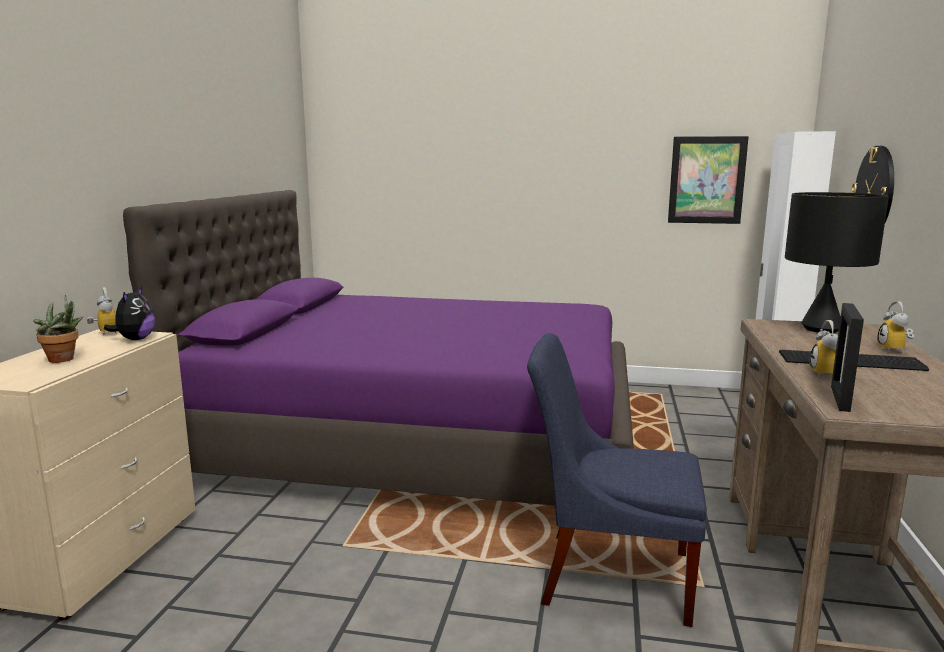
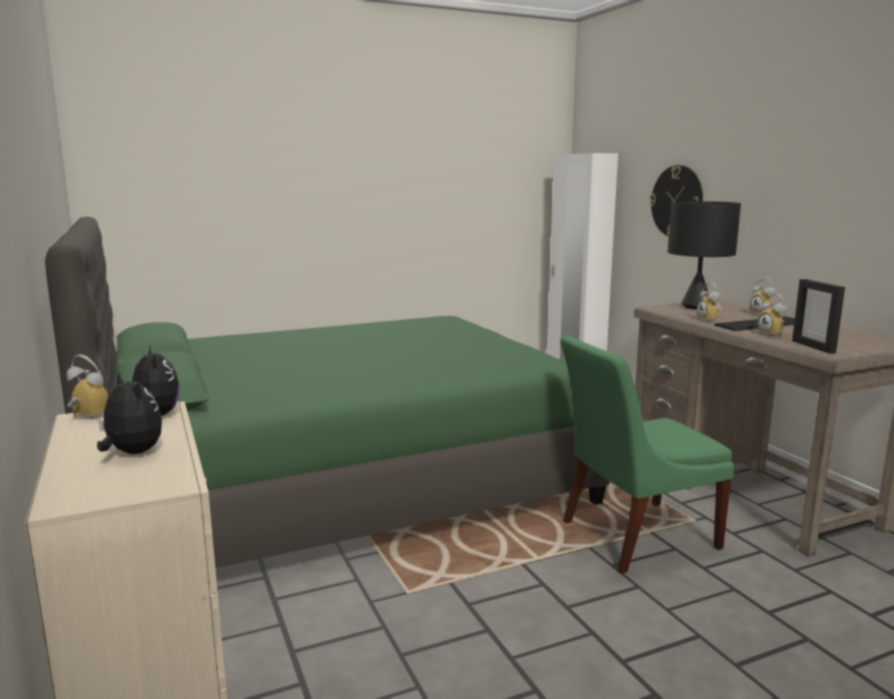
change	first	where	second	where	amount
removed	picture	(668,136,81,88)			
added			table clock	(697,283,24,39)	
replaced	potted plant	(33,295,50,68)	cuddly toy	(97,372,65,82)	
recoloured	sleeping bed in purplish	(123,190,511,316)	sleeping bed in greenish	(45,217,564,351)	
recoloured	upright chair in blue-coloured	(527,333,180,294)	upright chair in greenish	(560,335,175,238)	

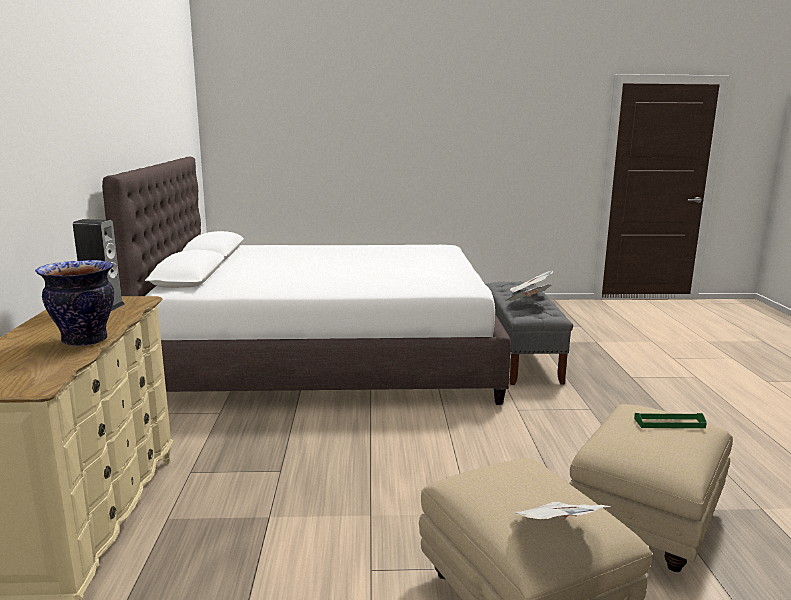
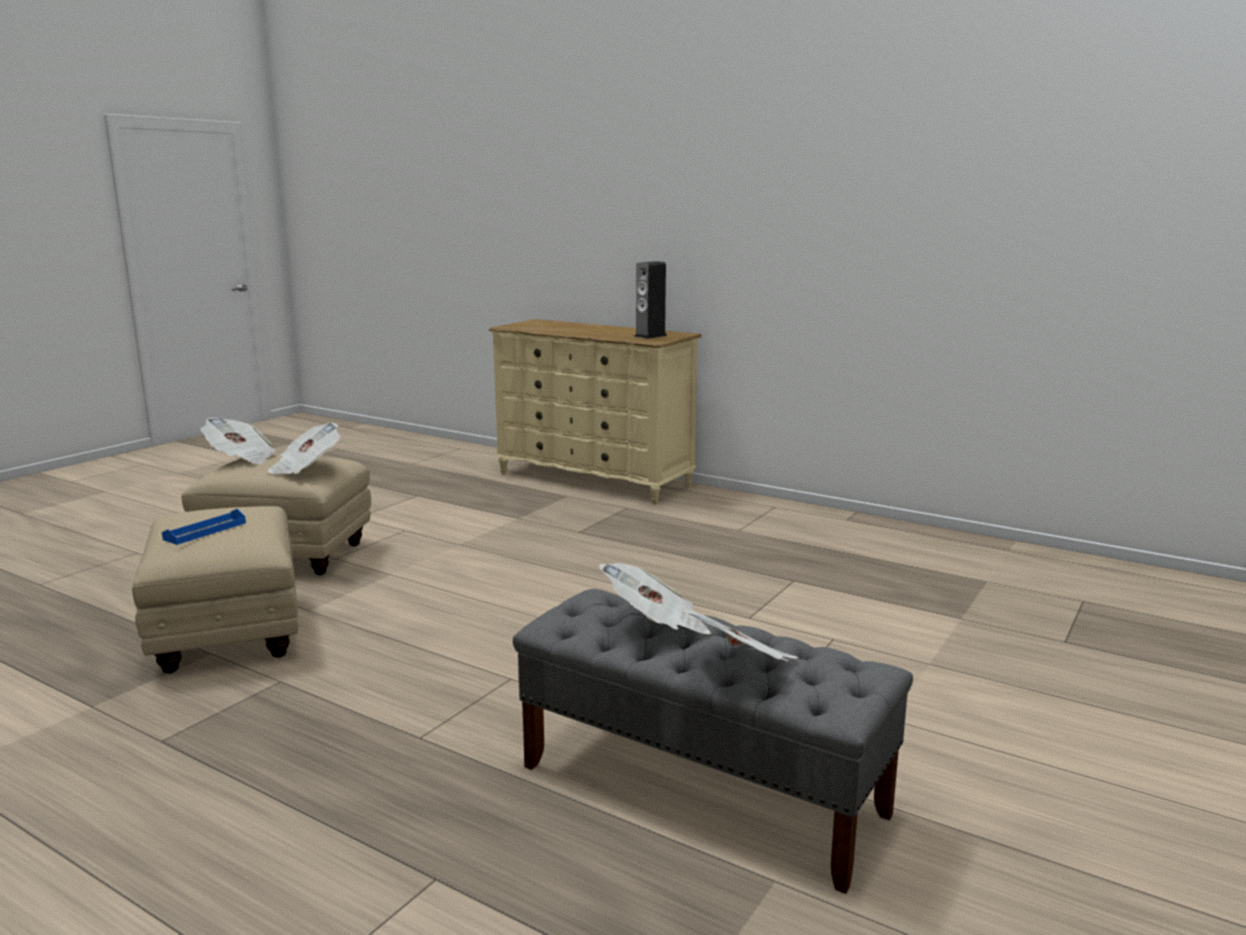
change	first	where	second	where	amount
removed	decorative vase	(35,260,79,87)			
removed	sleeping bed in white-coloured	(102,157,409,248)			
added			newspaper	(268,423,72,52)	
recoloured	serving tray in greenish	(634,413,73,15)	serving tray in blue-coloured	(162,509,84,36)	

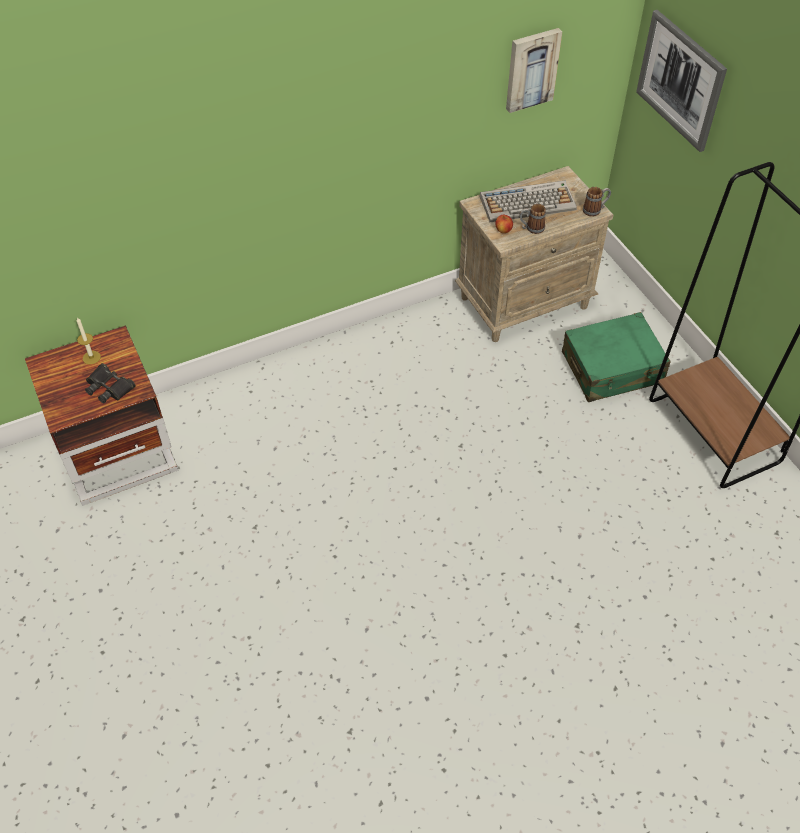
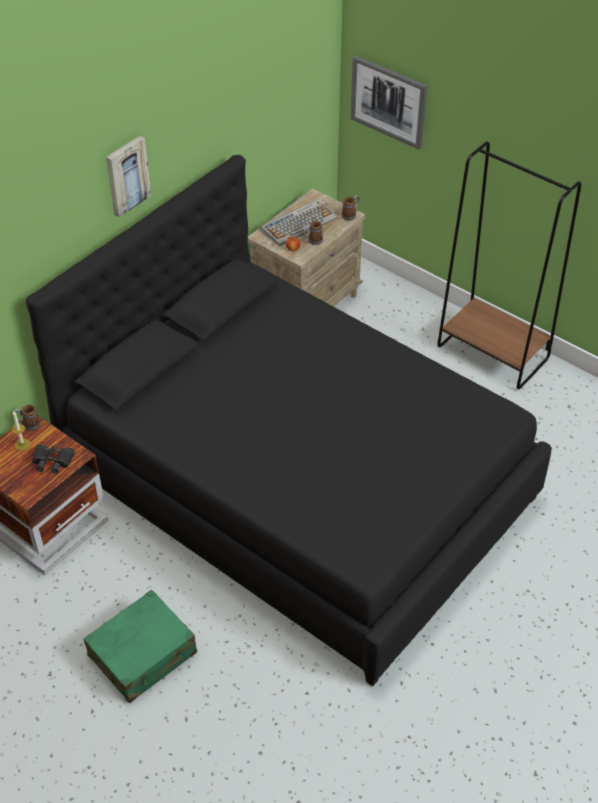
change	first	where	second	where	amount
added			coffee mug	(12,404,29,27)	
added			sleeping bed in black-coloured	(26,155,526,531)	
moved	picture	(506,28,56,85)		(106,136,45,81)	
moved	piece of luggage in greenish	(562,312,108,90)		(83,590,114,113)	

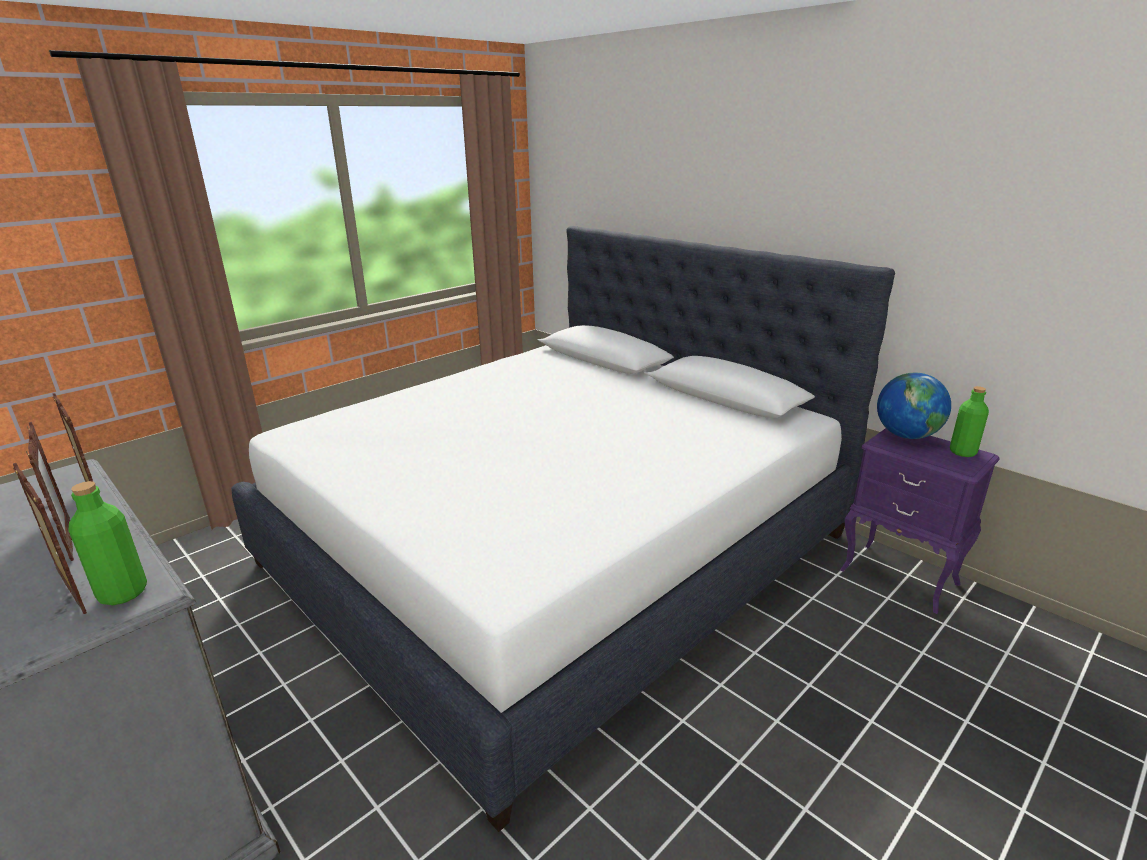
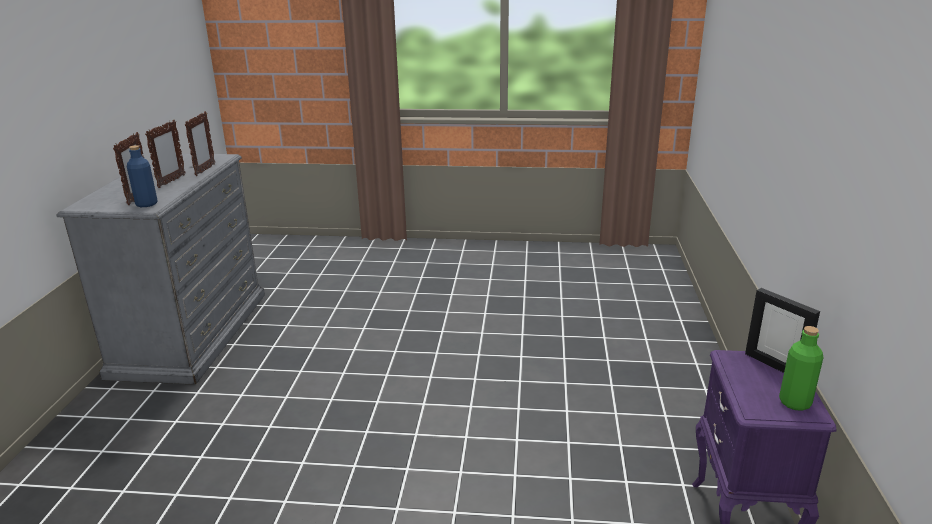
change	first	where	second	where	amount
removed	sleeping bed in white-coloured	(231,226,664,606)			
replaced	world globe	(877,373,74,66)	standing frame	(745,288,75,85)	
recoloured	beverage bottle in greenish	(68,481,79,124)	beverage bottle in blue-coloured	(127,145,31,62)	

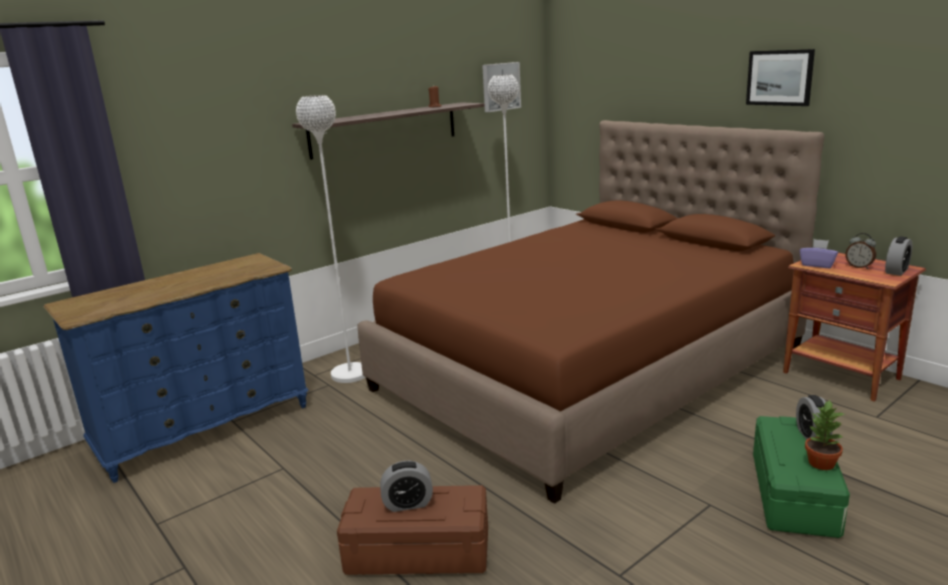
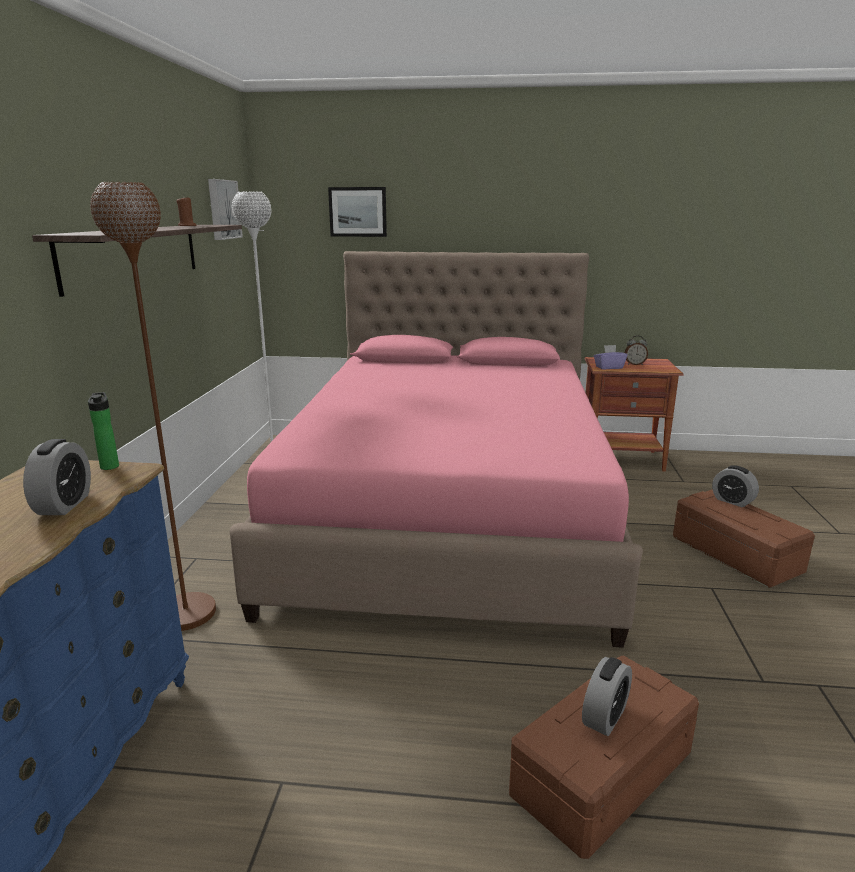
change	first	where	second	where	amount
removed	potted plant	(805,400,39,70)			
added			beverage bottle	(88,392,31,78)	
moved	picture	(746,49,69,57)		(328,187,59,50)	
moved	table clock	(885,236,27,40)		(23,439,68,76)	
recoloured	standing lamp in white-coloured	(296,95,70,288)	standing lamp in brownish	(90,182,126,449)	
recoloured	sleeping bed in brownish	(357,120,467,384)	sleeping bed in pink-coloured	(230,251,413,397)	
recoloured	storage container in greenish	(753,416,97,122)	storage container in brownish	(673,489,142,99)	

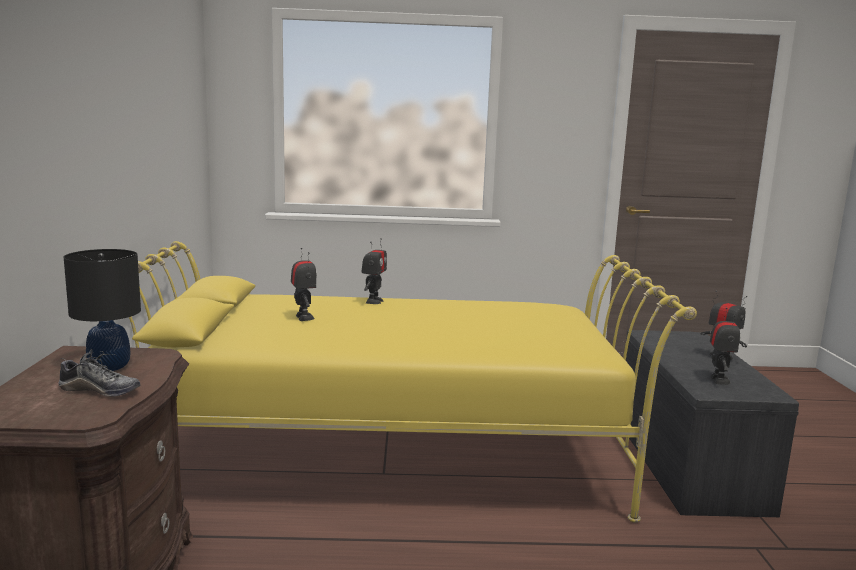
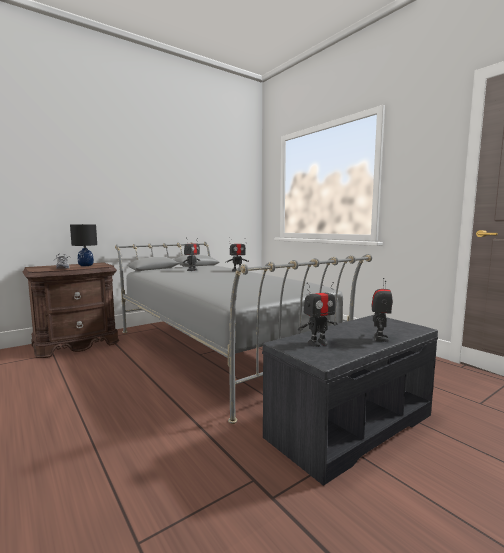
change	first	where	second	where	amount
recoloured	sleeping bed in yellowish	(129,241,568,282)	sleeping bed in greyish	(115,242,257,182)	

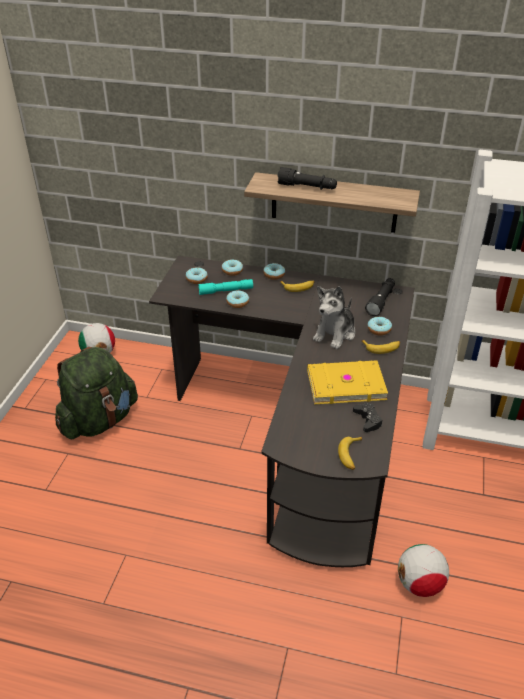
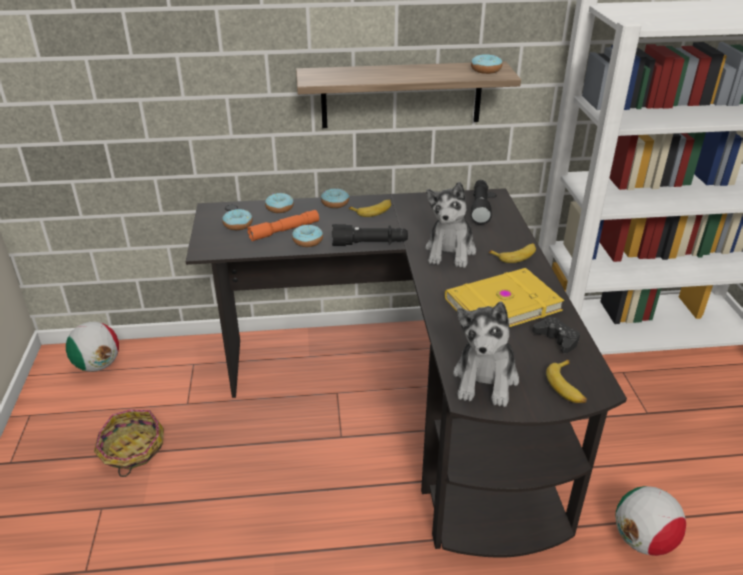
change	first	where	second	where	amount
added			cuddly toy	(453,302,66,105)	
moved	torch in black-coloured	(278,167,59,23)		(332,224,76,22)	
moved	doughnut	(368,317,24,19)		(471,54,31,20)	
replaced	rucksack in greenish	(55,347,83,92)	household basket	(94,410,70,67)	
recoloured	torch in blue-green	(198,279,55,16)	torch in orange	(247,210,72,31)	

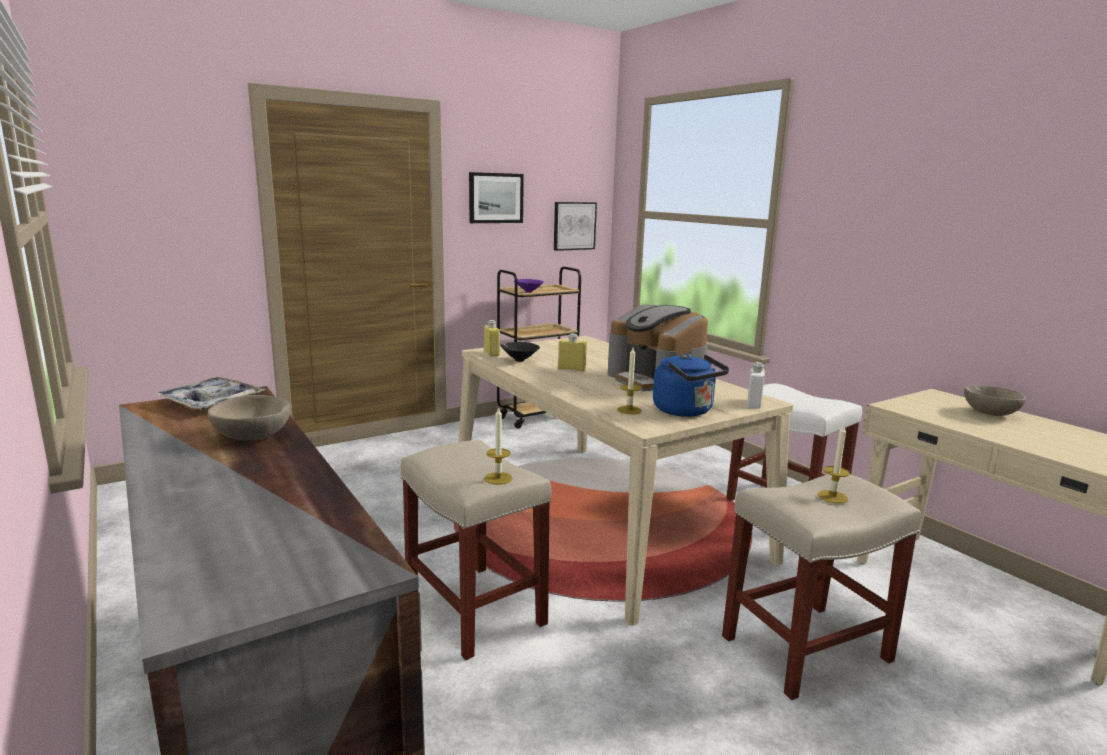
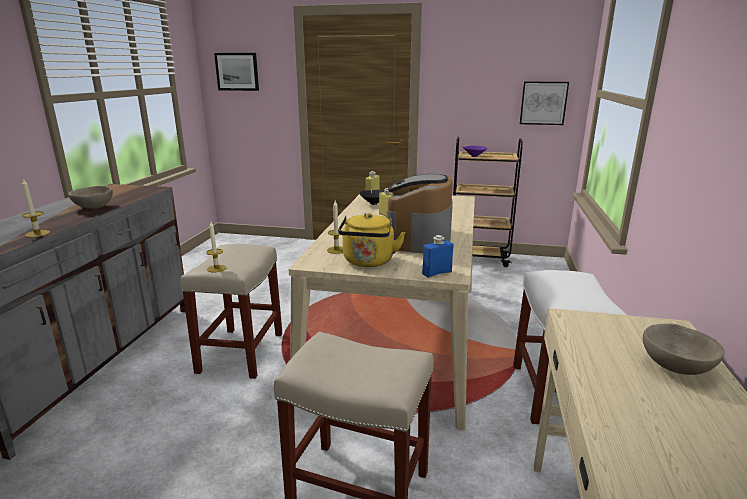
change	first	where	second	where	amount
removed	serving tray	(154,377,112,33)			
moved	picture	(469,172,55,51)		(214,53,45,38)	
moved	wax light	(818,425,32,79)		(22,178,28,59)	
recoloured	kettle in blue-coloured	(653,353,76,64)	kettle in yellowish	(338,213,68,54)	
recoloured	beverage bottle in white-coloured	(747,362,18,47)	beverage bottle in blue-coloured	(422,235,31,43)	

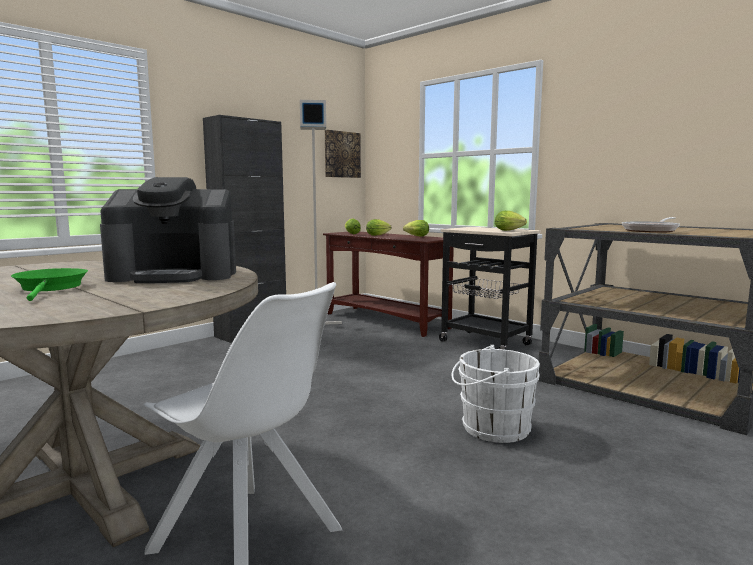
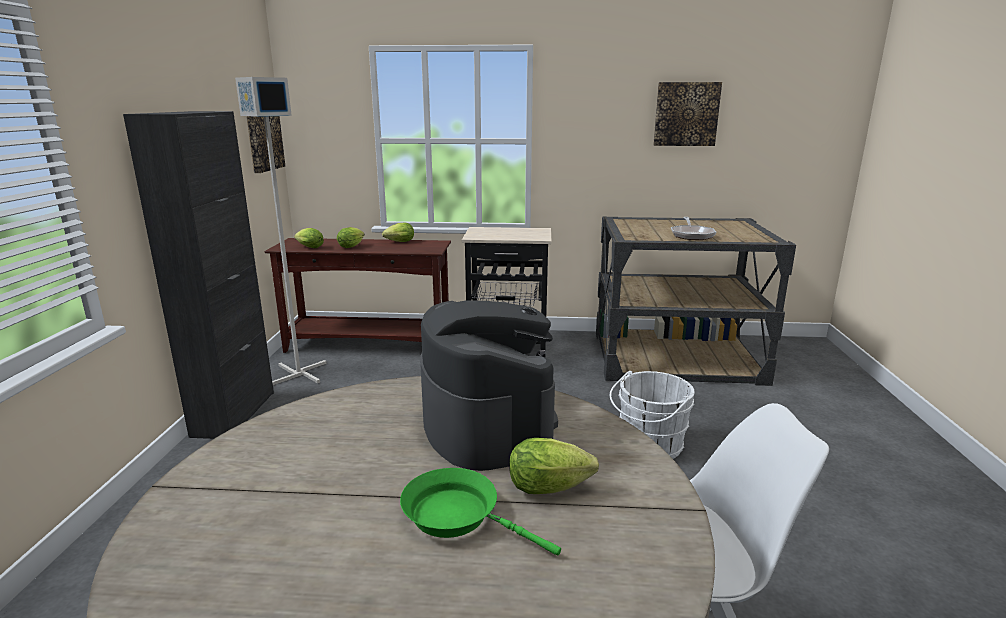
change	first	where	second	where	amount
added			picture	(653,82,69,64)	
moved	lettuce head	(495,211,32,20)		(509,438,90,56)	
turned	coffee maker	(100,177,136,106)		(420,300,138,171)	60 degrees counterclockwise

